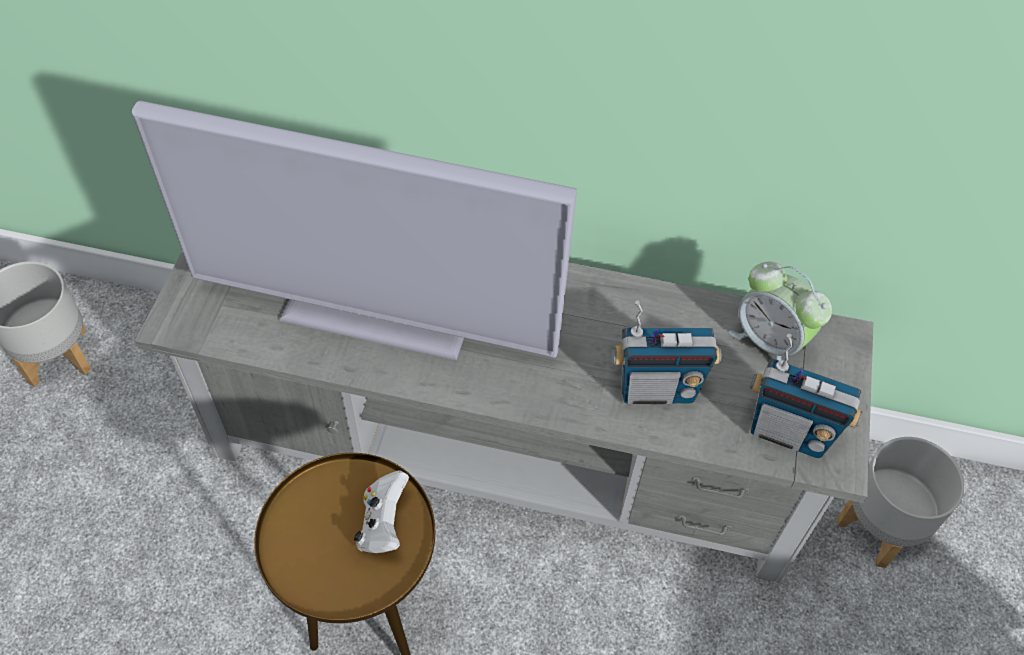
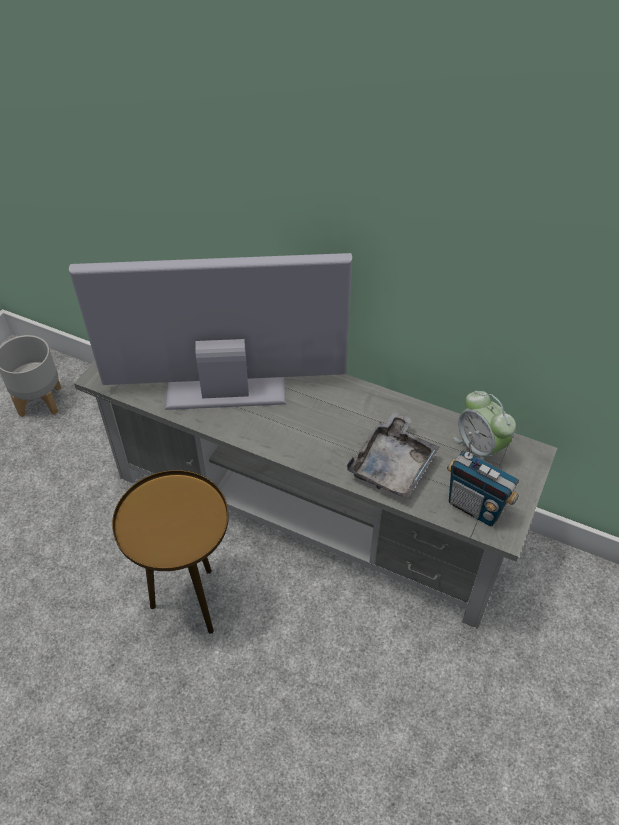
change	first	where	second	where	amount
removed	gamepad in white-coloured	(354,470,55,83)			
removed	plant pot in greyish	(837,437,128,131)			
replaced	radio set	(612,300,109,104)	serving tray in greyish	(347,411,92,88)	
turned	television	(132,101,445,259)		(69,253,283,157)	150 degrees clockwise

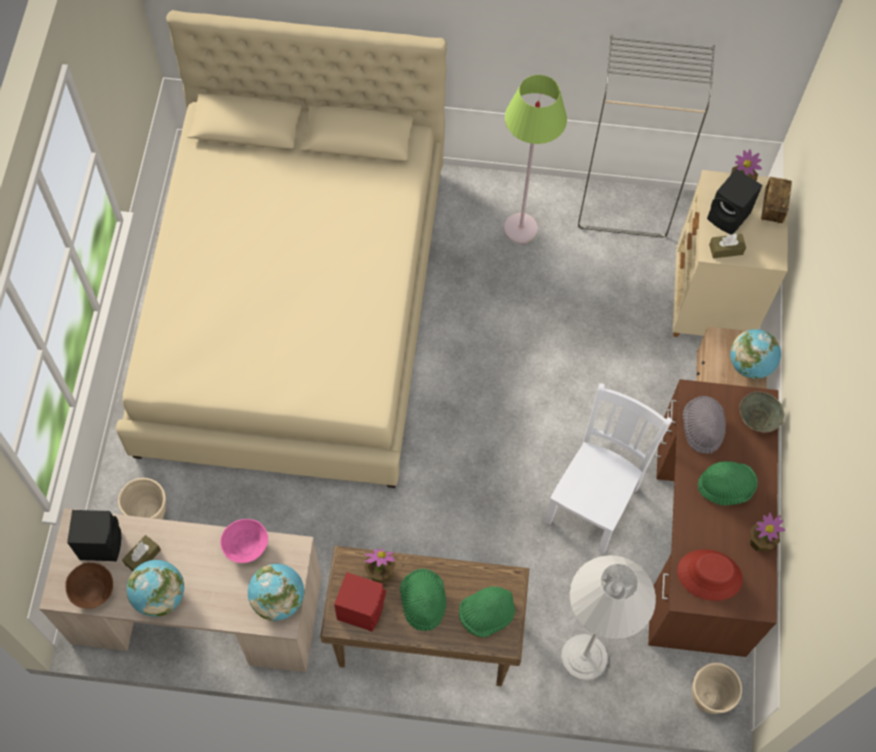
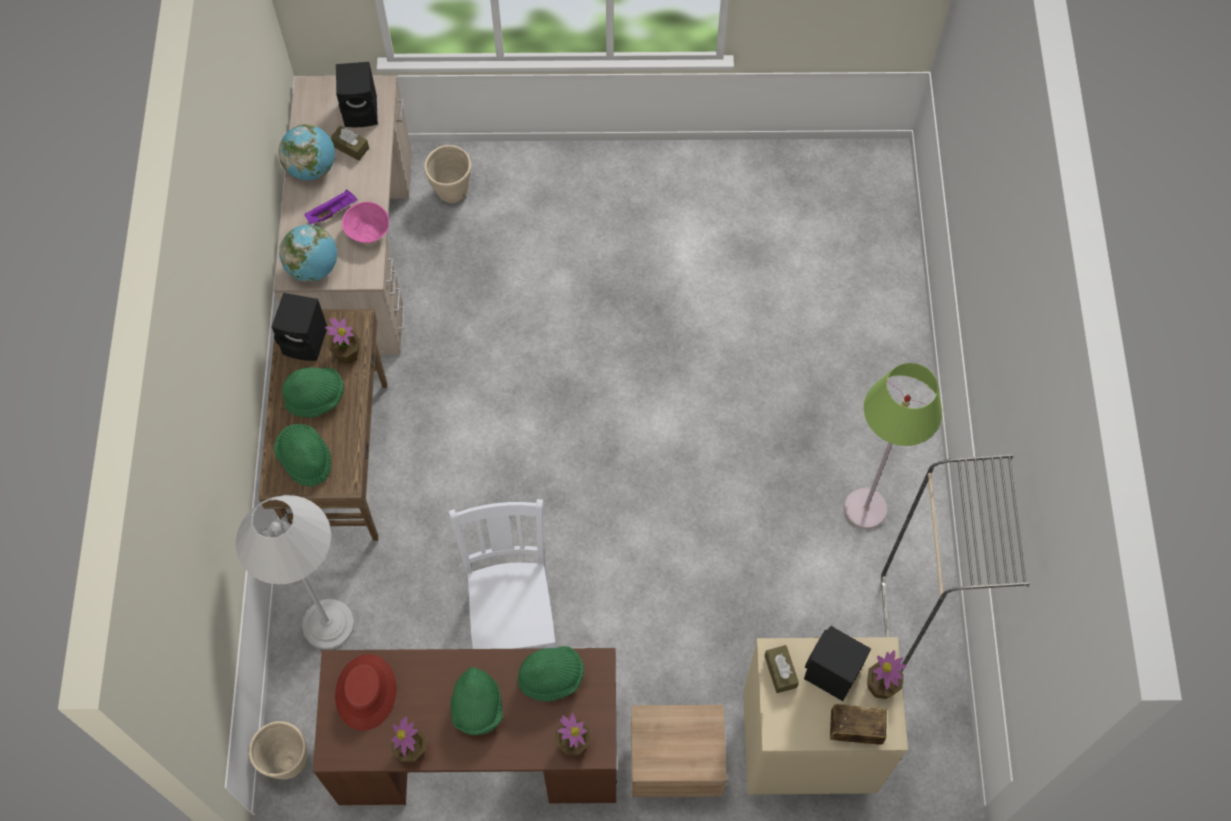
change	first	where	second	where	amount
removed	bowl in brownish	(65,562,48,47)			
removed	sleeping bed in beige	(116,10,331,478)			
removed	world globe	(730,329,51,50)			
added			serving tray in purplish	(305,190,53,34)	
replaced	bowl in greyish	(739,391,45,42)	potted plant	(555,713,35,43)	
recoloured	speaker in red-coloured	(334,572,52,60)	speaker in black-coloured	(272,293,55,68)	
recoloured	wearable hat in greyish	(683,396,43,58)	wearable hat in greenish	(518,646,66,56)	
turned	upright chair in white-coloured	(544,383,129,171)		(449,499,106,150)	120 degrees counterclockwise

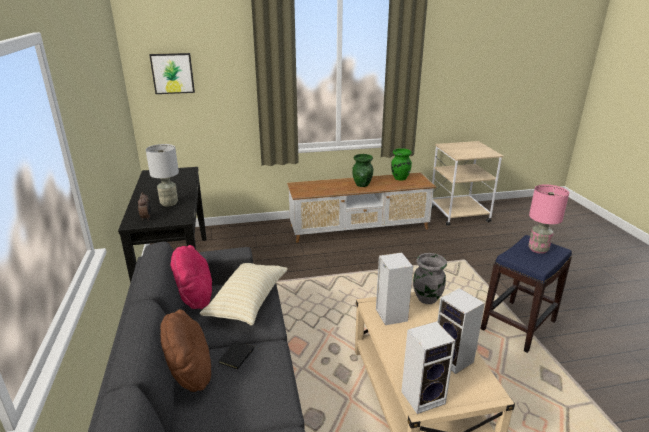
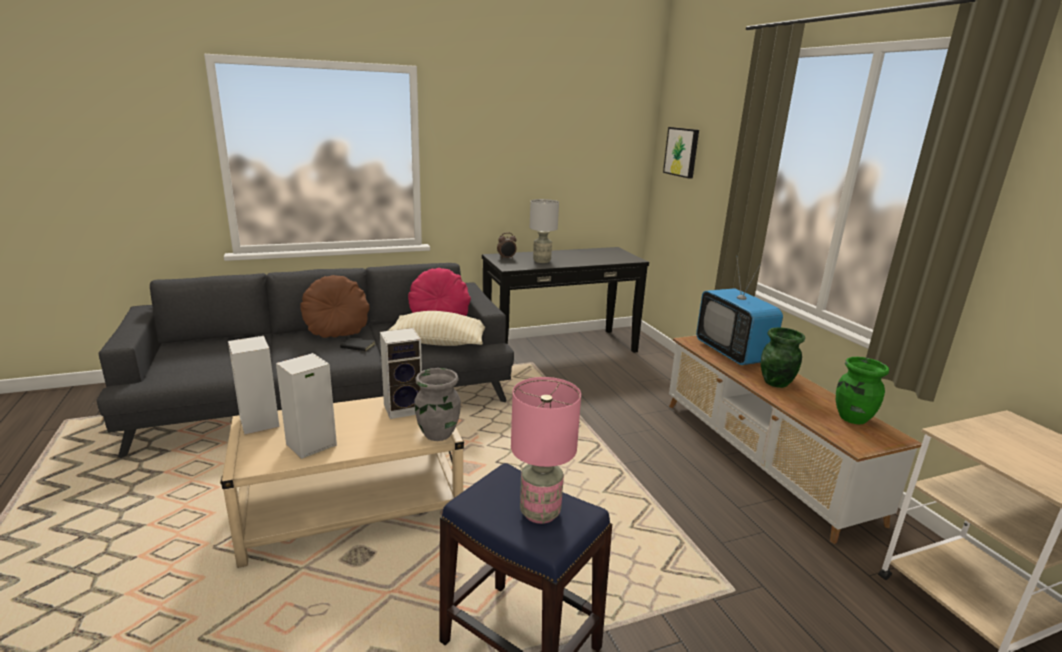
change	first	where	second	where	amount
added			television	(696,259,87,106)	

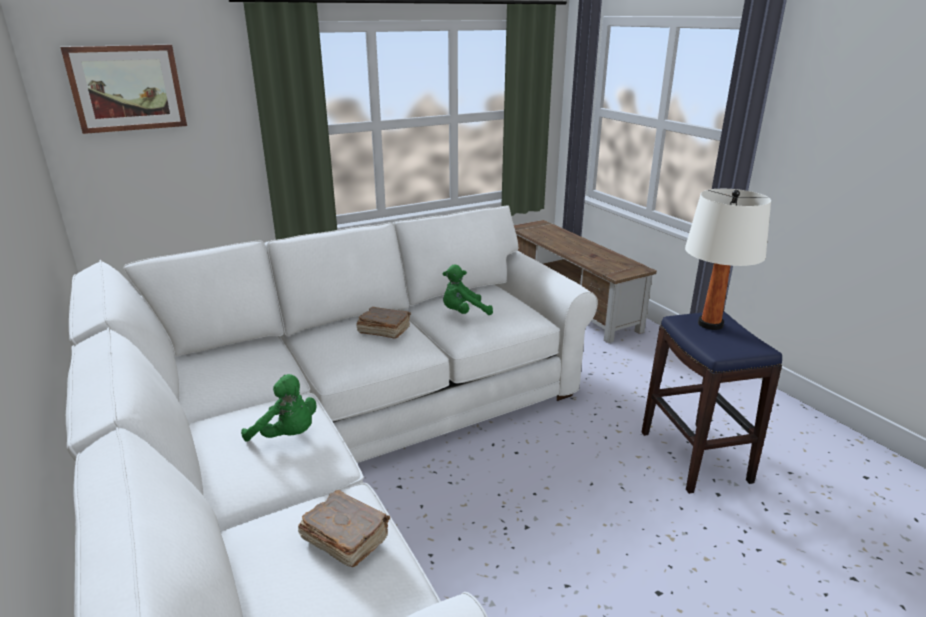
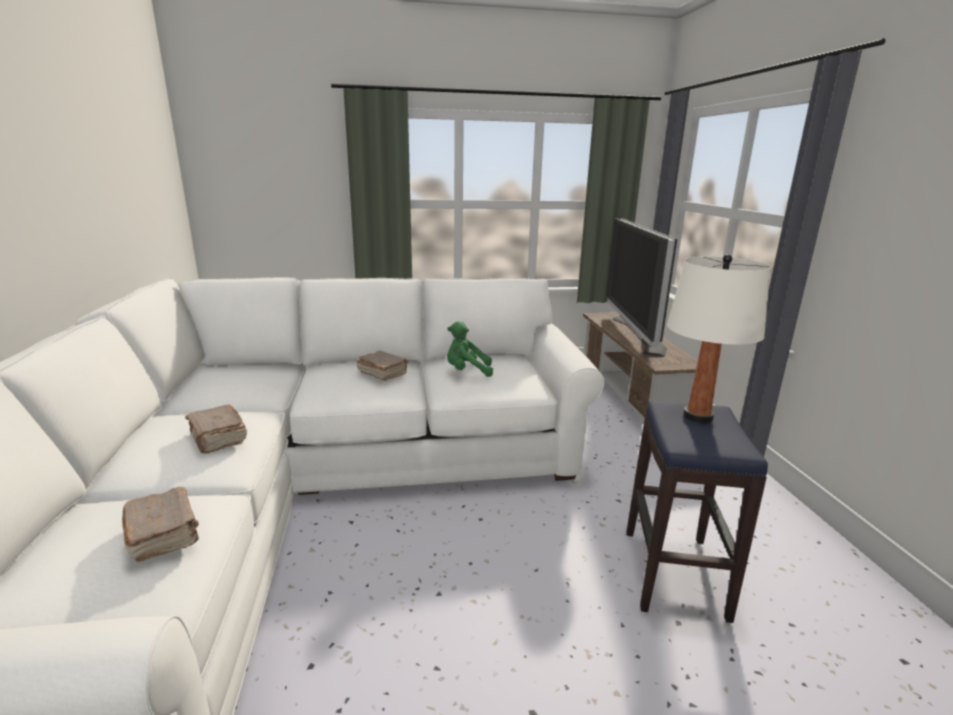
change	first	where	second	where	amount
removed	picture	(60,45,127,89)			
added			television	(606,218,71,139)	
replaced	cuddly toy in greenish	(241,374,75,68)	bound book in brownish	(185,404,62,49)	

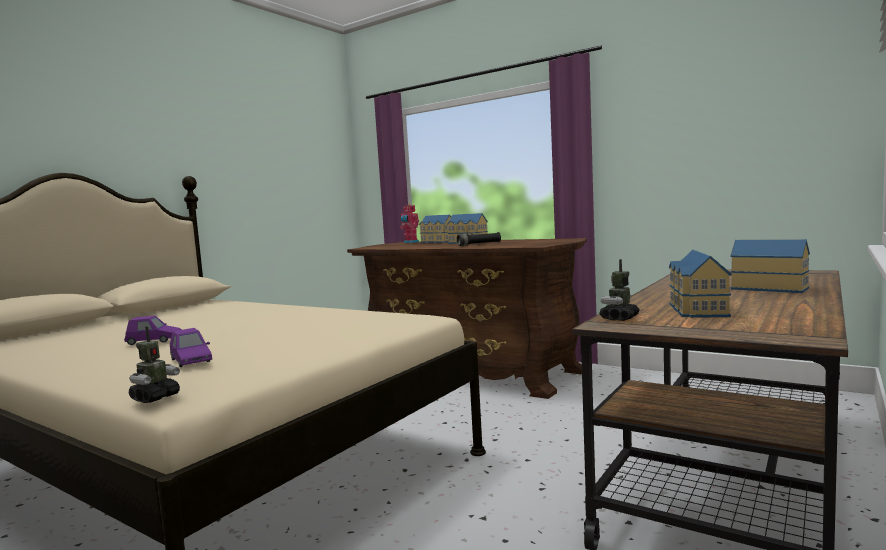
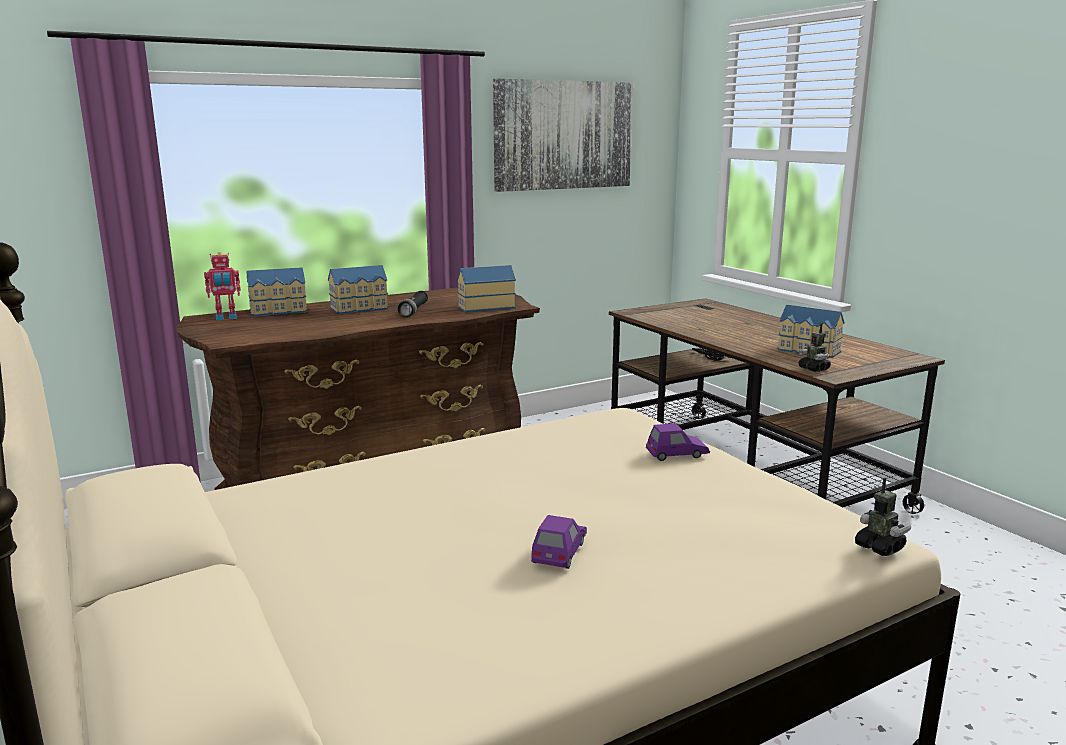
change	first	where	second	where	amount
added			picture	(493,79,140,113)	
moved	toy car in purplish	(170,328,42,39)		(646,423,64,38)	
moved	model house	(731,239,79,54)		(457,265,59,48)	

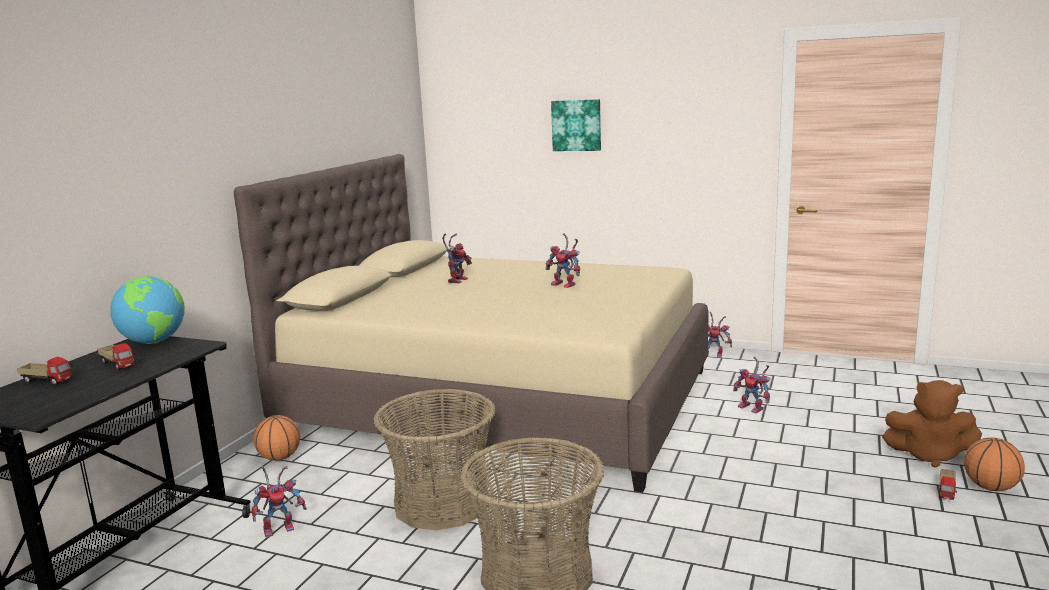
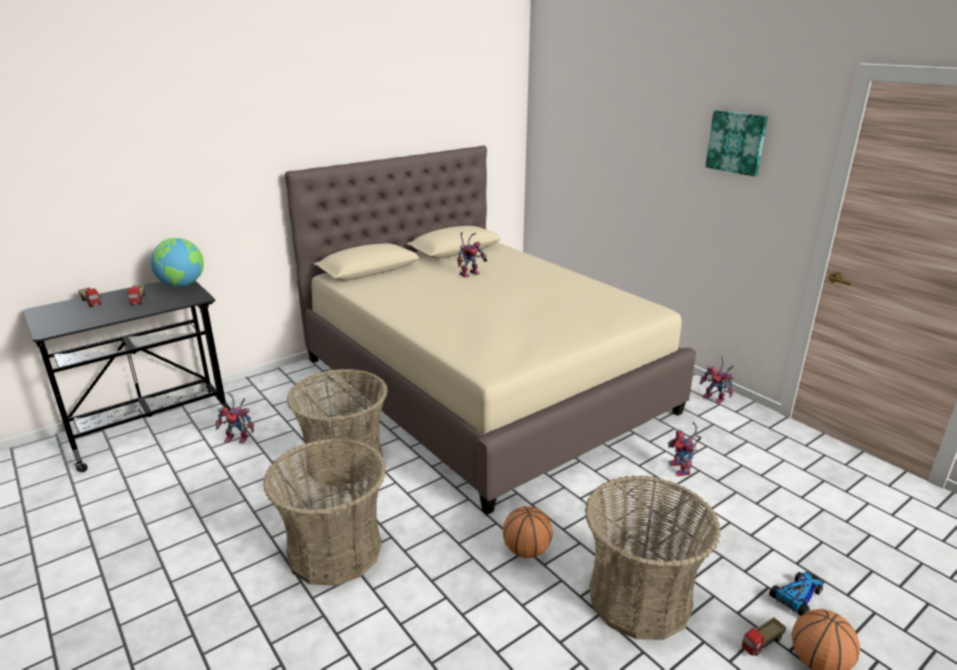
change	first	where	second	where	amount
removed	robot figure	(545,233,35,55)			
added			household basket	(585,475,136,165)	
moved	basketball	(253,415,47,46)		(503,506,50,52)	
moved	picture	(551,99,50,52)		(705,110,63,66)	
replaced	cuddly toy in brownish	(882,380,100,87)	toy car	(769,572,55,44)	

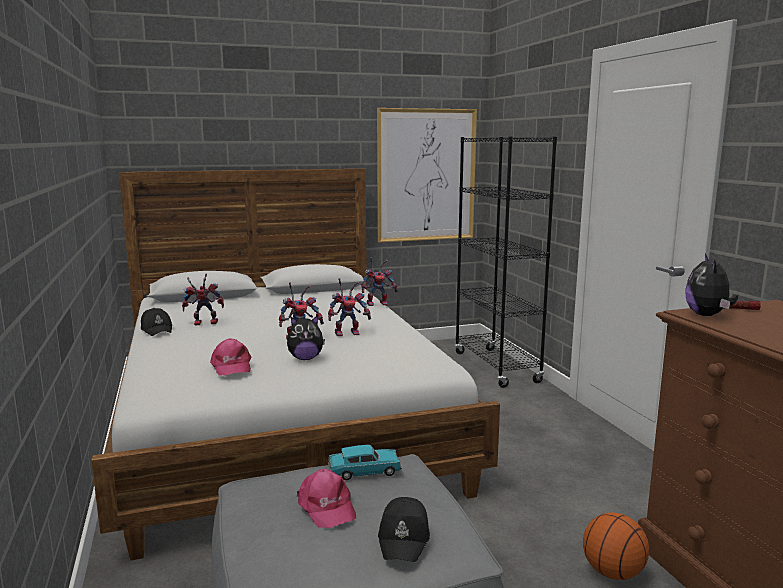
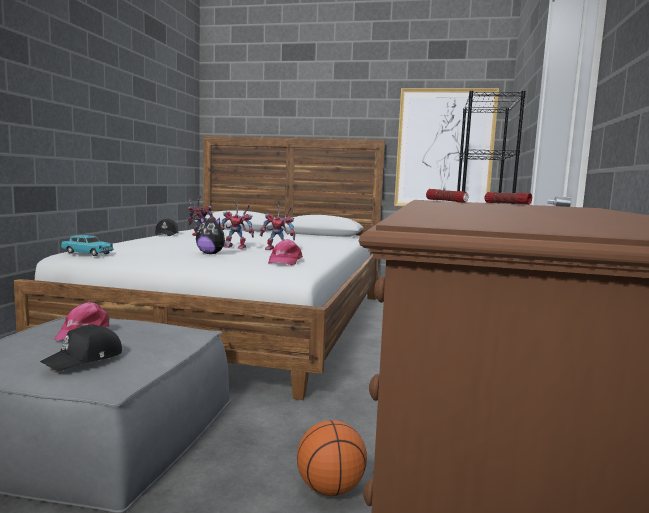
change	first	where	second	where	amount
removed	robot figure	(362,257,36,49)			
moved	cap in pink-coloured	(210,338,41,37)		(268,239,35,26)	
moved	toy car in blue-green	(328,445,74,35)		(61,235,53,21)	
replaced	cuddly toy	(685,254,53,62)	torch	(426,189,43,14)	

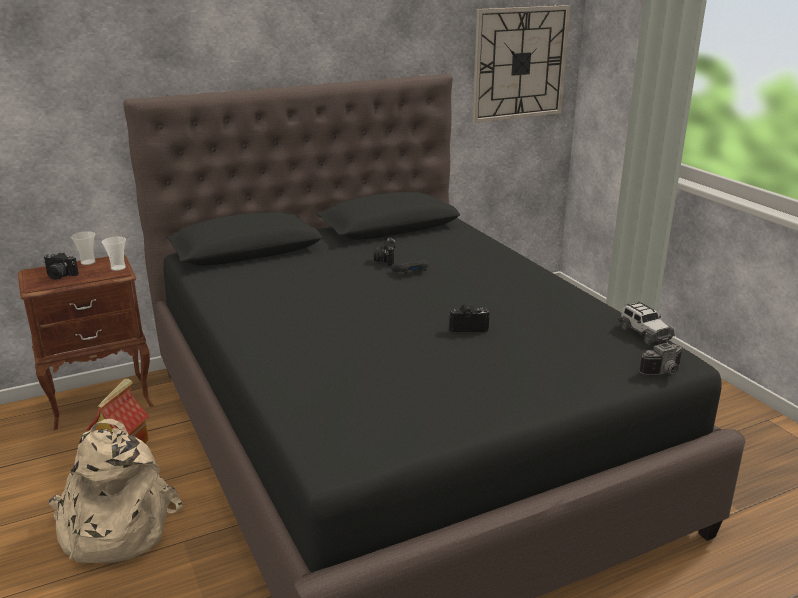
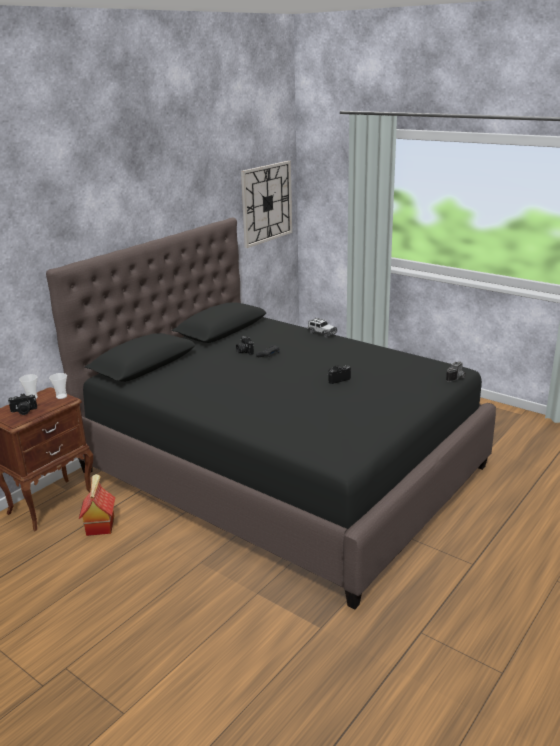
change	first	where	second	where	amount
removed	rucksack in beige	(49,419,134,144)			
moved	toy car	(618,301,57,44)		(307,318,30,20)	

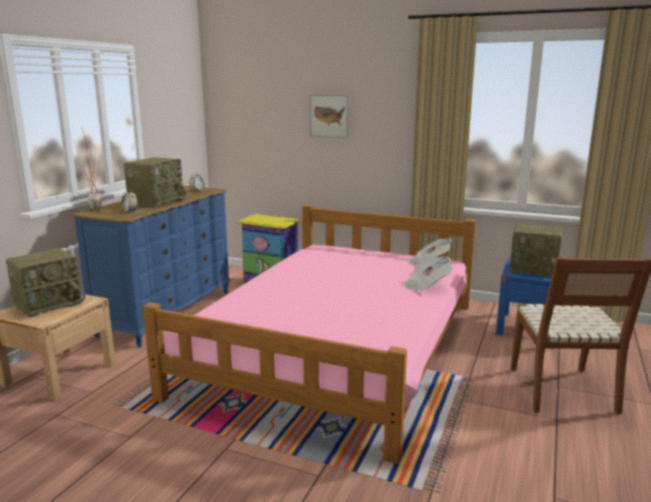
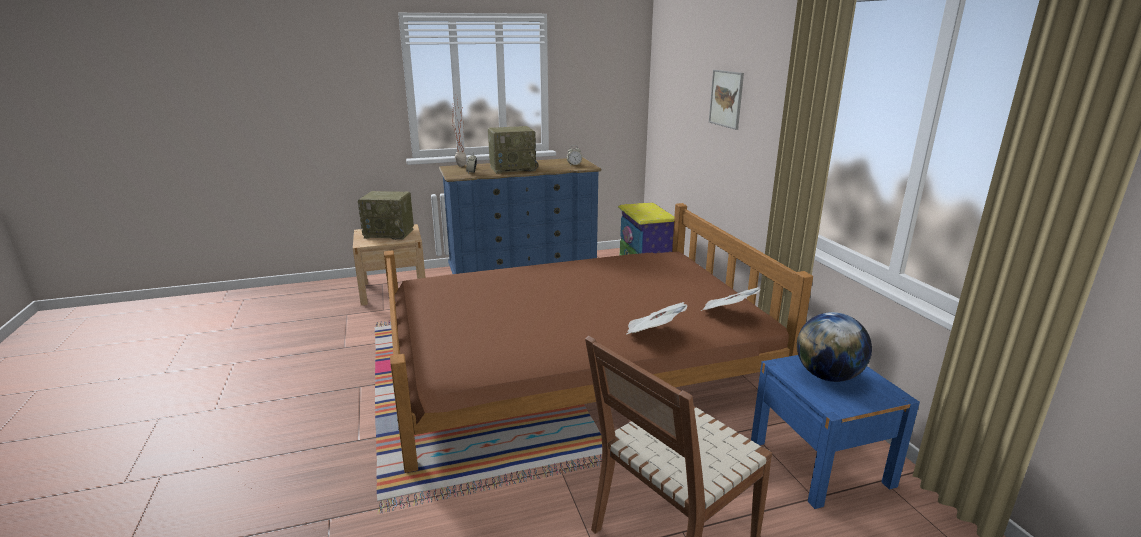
change	first	where	second	where	amount
replaced	radio set	(510,224,52,53)	world globe	(797,312,75,70)	
recoloured	sleeping bed in pink-coloured	(143,205,333,259)	sleeping bed in brownish	(384,203,429,270)	

